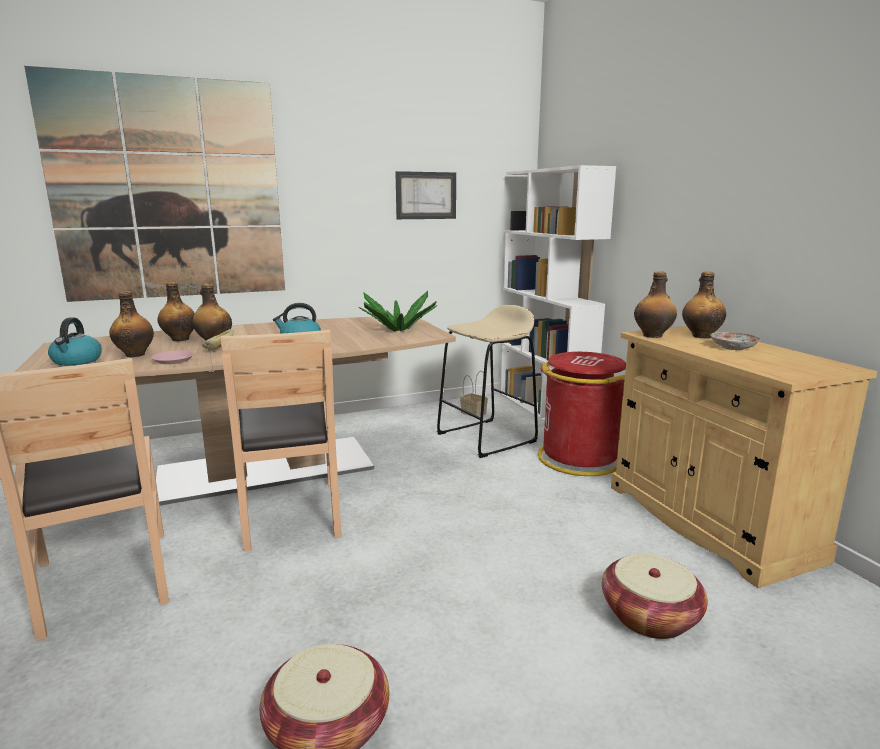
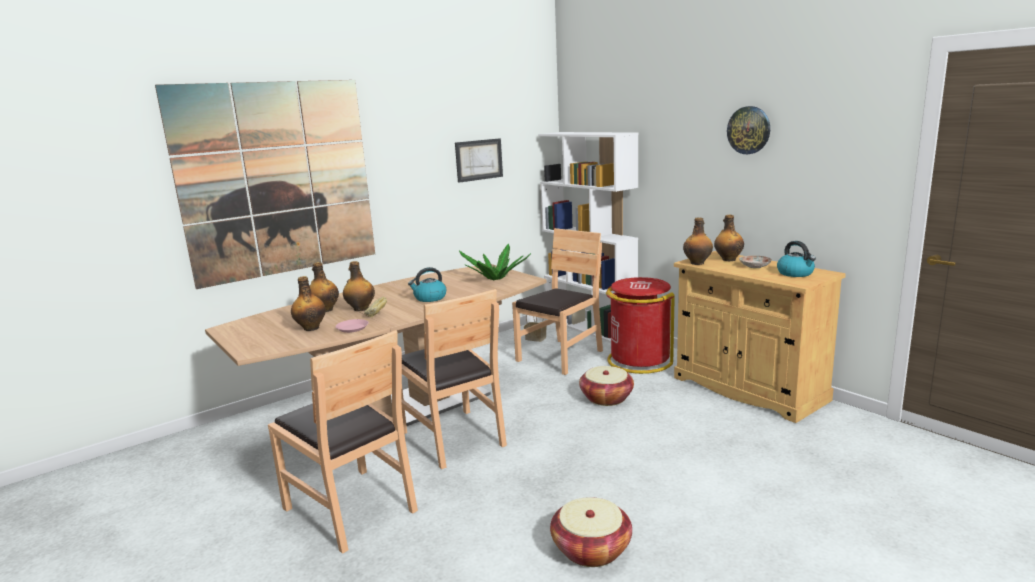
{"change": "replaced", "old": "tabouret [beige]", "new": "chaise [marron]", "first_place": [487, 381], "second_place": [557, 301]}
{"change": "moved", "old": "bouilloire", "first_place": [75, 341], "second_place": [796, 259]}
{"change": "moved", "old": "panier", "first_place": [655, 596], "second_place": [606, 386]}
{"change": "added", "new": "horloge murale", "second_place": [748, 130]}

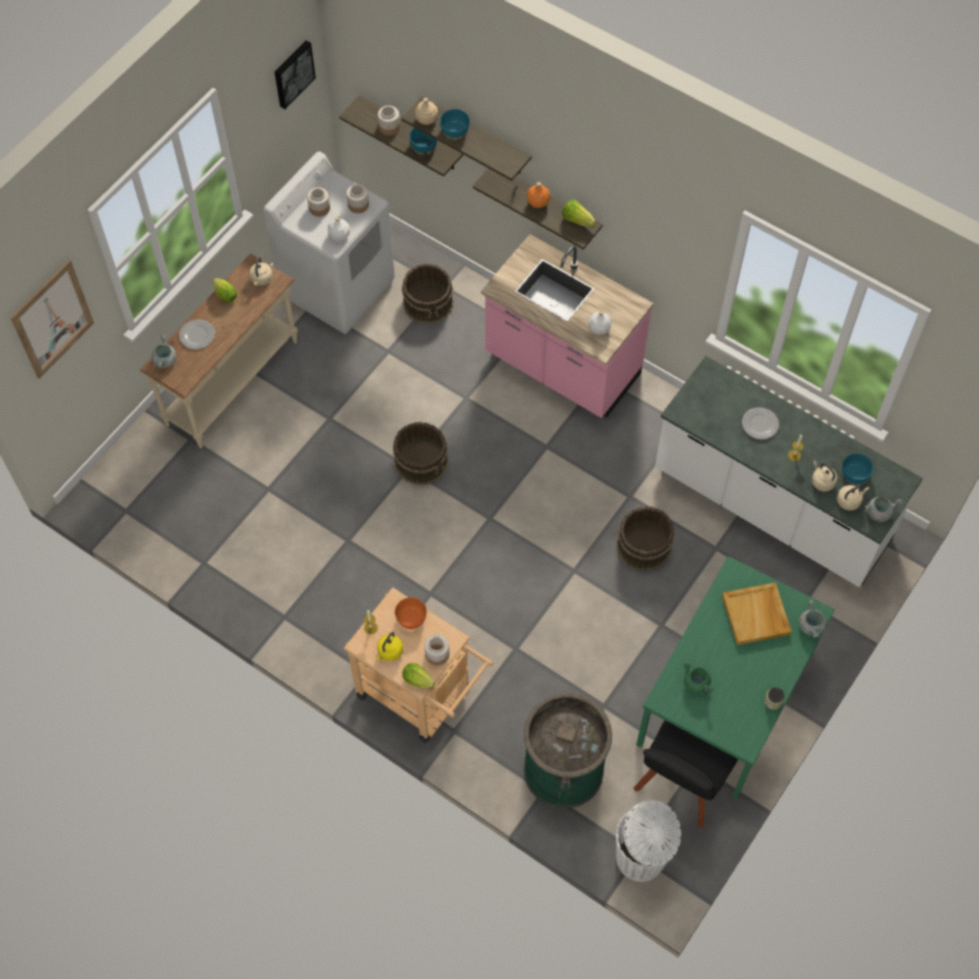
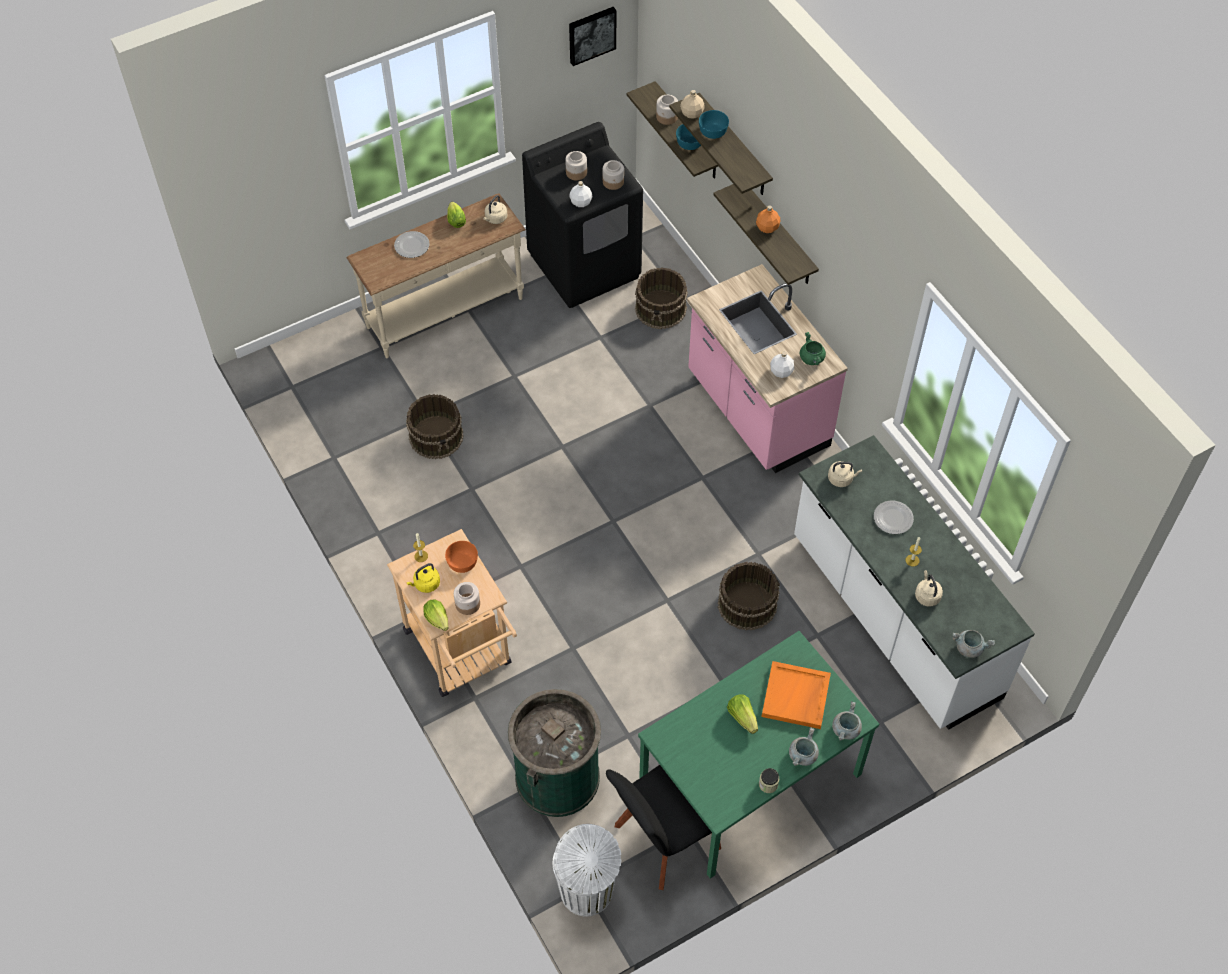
{"change": "recoloured", "old": "lave-linge [blanc]", "new": "lave-linge [noir]", "first_place": [329, 242], "second_place": [582, 215]}
{"change": "moved", "old": "laitue", "first_place": [579, 213], "second_place": [742, 714]}
{"change": "removed", "old": "tableau", "first_place": [52, 319]}
{"change": "moved", "old": "marmite [gris]", "first_place": [164, 352], "second_place": [804, 746]}
{"change": "moved", "old": "seau [marron]", "first_place": [420, 453], "second_place": [435, 426]}
{"change": "removed", "old": "bol [turquoise]", "first_place": [857, 468]}
{"change": "moved", "old": "bouilloire [beige]", "first_place": [853, 497], "second_place": [845, 474]}
{"change": "recoloured", "old": "plateau [beige]", "new": "plateau [orange]", "first_place": [757, 613], "second_place": [796, 695]}
{"change": "moved", "old": "marmite [vert]", "first_place": [698, 677], "second_place": [813, 348]}

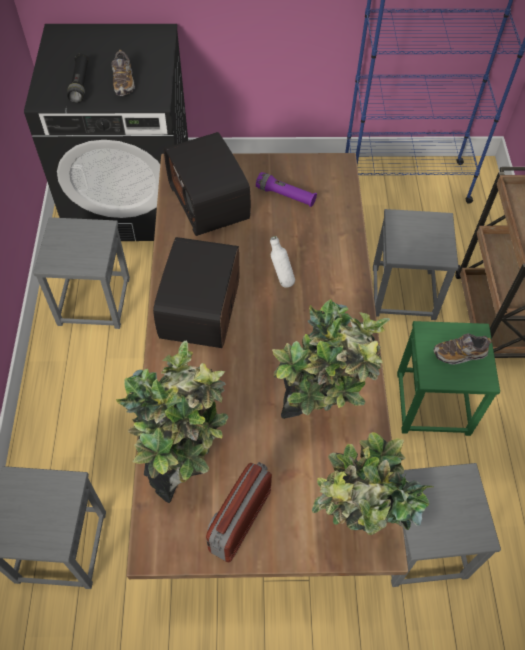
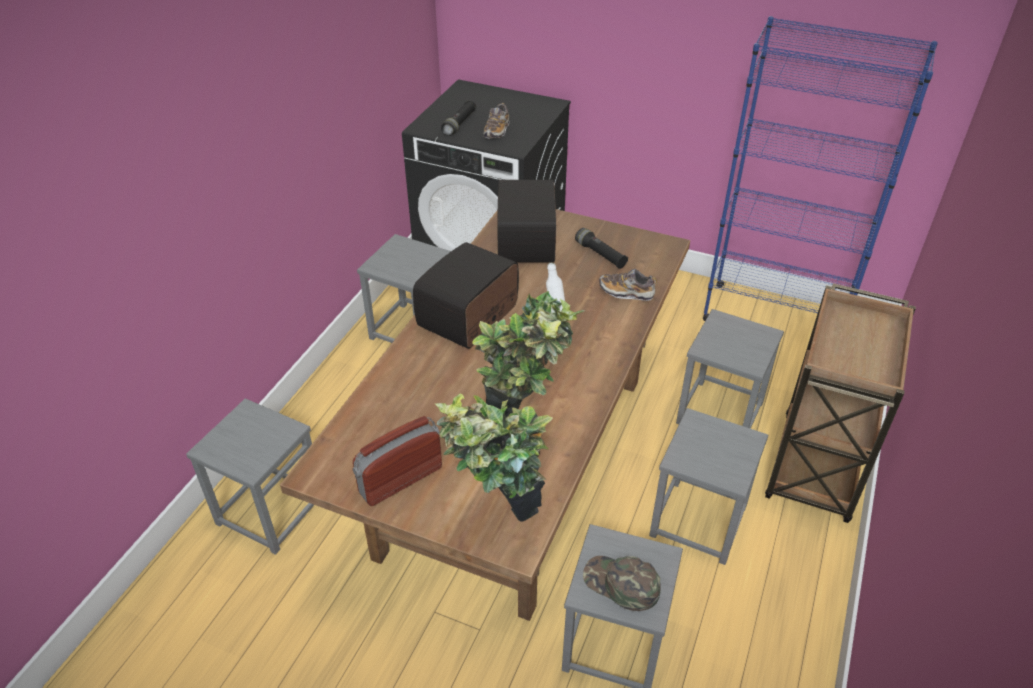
{"change": "recoloured", "old": "lampe de poche [violet]", "new": "lampe de poche [noir]", "first_place": [286, 189], "second_place": [601, 248]}
{"change": "recoloured", "old": "tabouret [vert]", "new": "tabouret [gris]", "first_place": [448, 378], "second_place": [708, 486]}
{"change": "moved", "old": "chaussure", "first_place": [463, 349], "second_place": [628, 284]}
{"change": "removed", "old": "plante en pot", "first_place": [172, 421]}
{"change": "added", "new": "casquette [vert]", "second_place": [622, 583]}

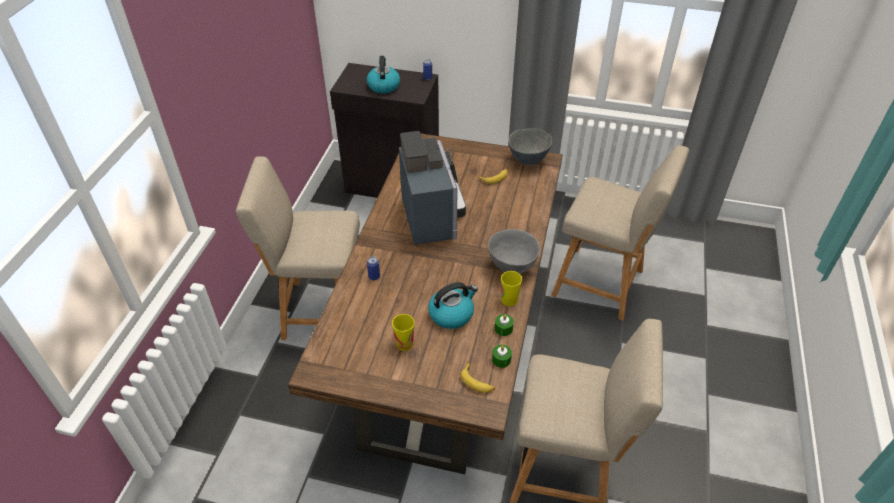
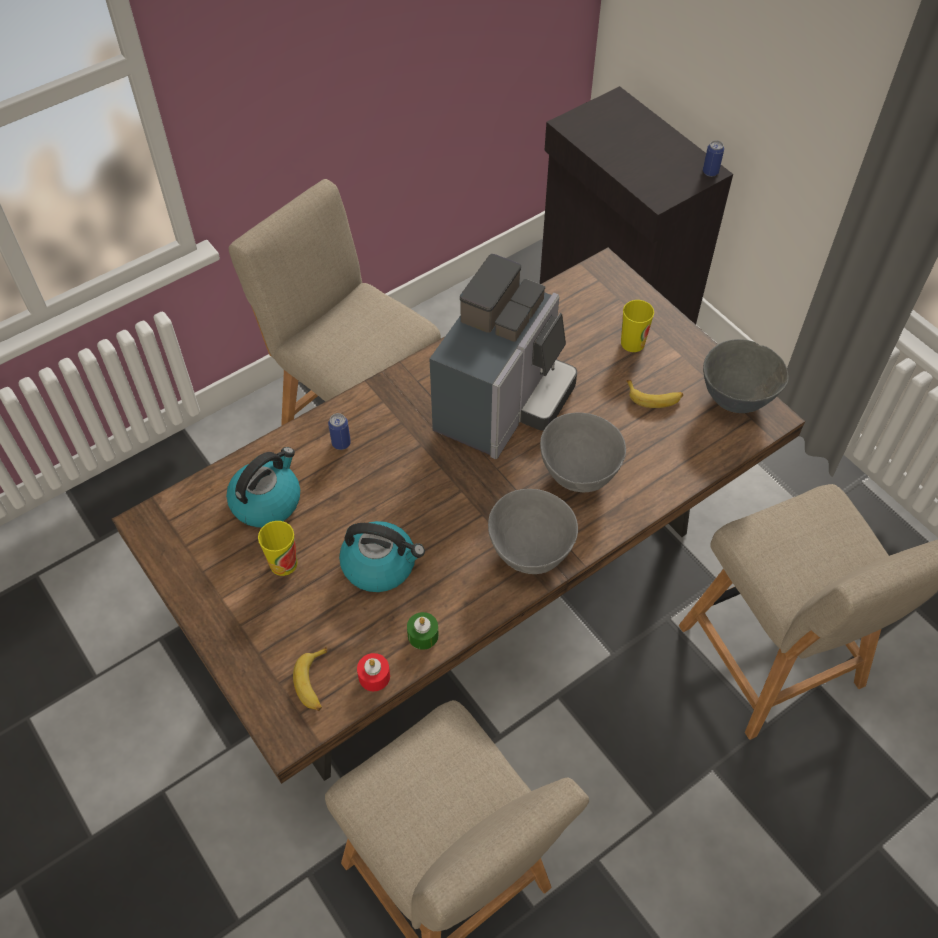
{"change": "moved", "old": "bouilloire", "first_place": [383, 74], "second_place": [263, 487]}
{"change": "moved", "old": "tasse", "first_place": [511, 288], "second_place": [637, 326]}
{"change": "recoloured", "old": "bougie [vert]", "new": "bougie [rouge]", "first_place": [502, 356], "second_place": [373, 672]}
{"change": "added", "new": "bol [gris]", "second_place": [583, 452]}

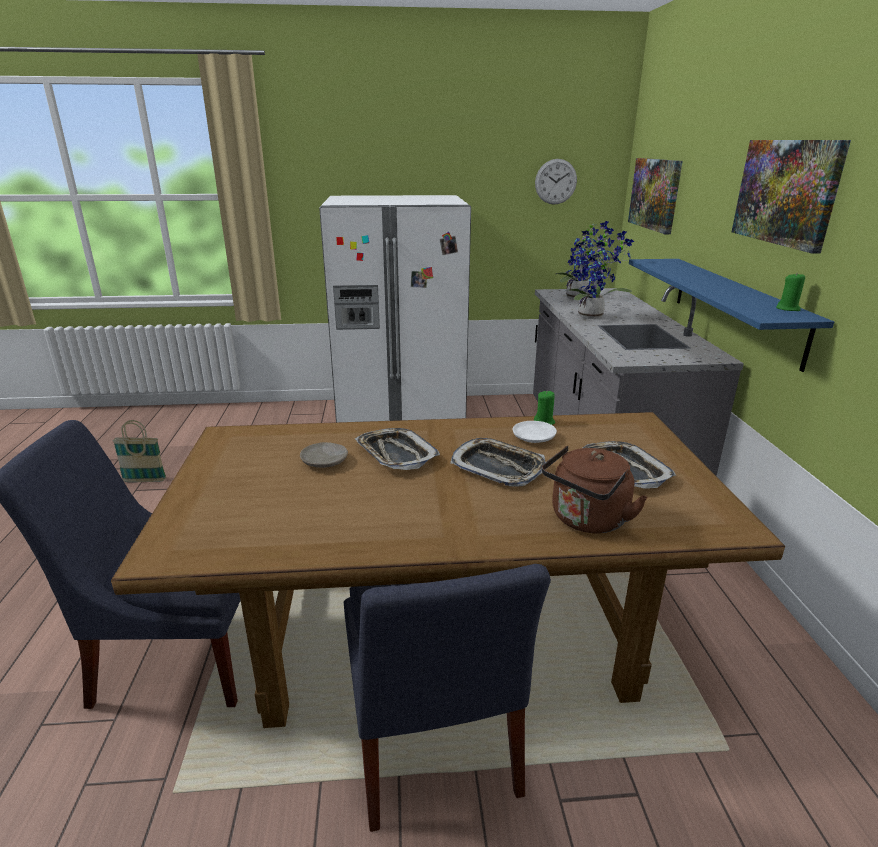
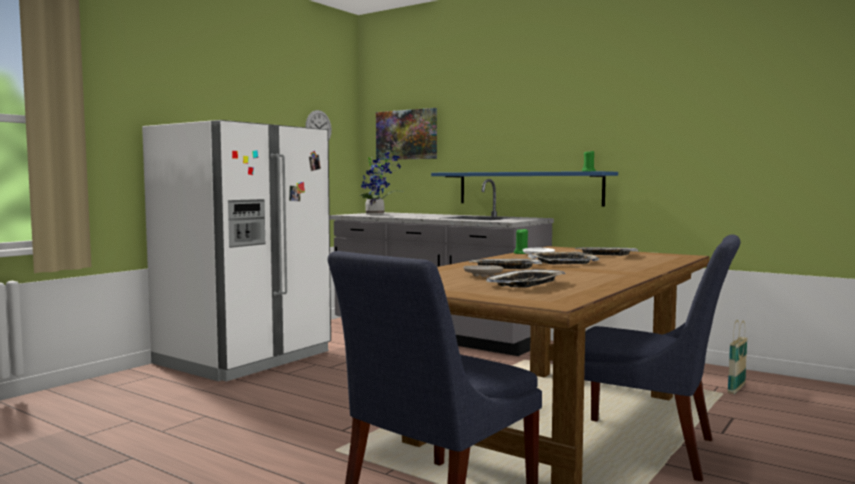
{"change": "removed", "old": "tableau", "first_place": [791, 197]}
{"change": "removed", "old": "plante en pot", "first_place": [600, 275]}
{"change": "moved", "old": "panier", "first_place": [139, 451], "second_place": [738, 357]}
{"change": "removed", "old": "bouilloire [marron]", "first_place": [595, 489]}
{"change": "added", "new": "plateau", "second_place": [526, 279]}

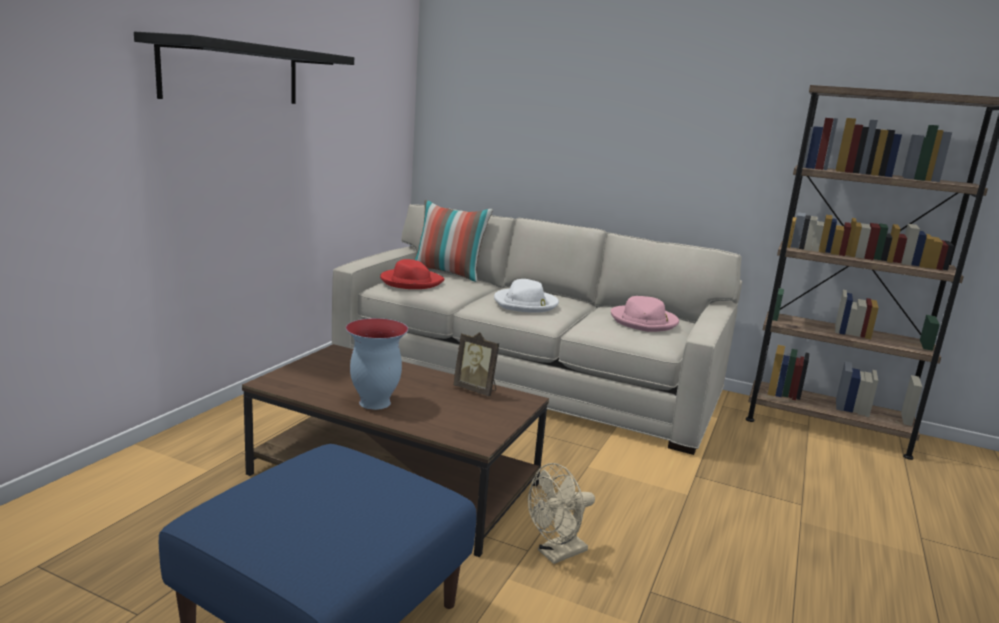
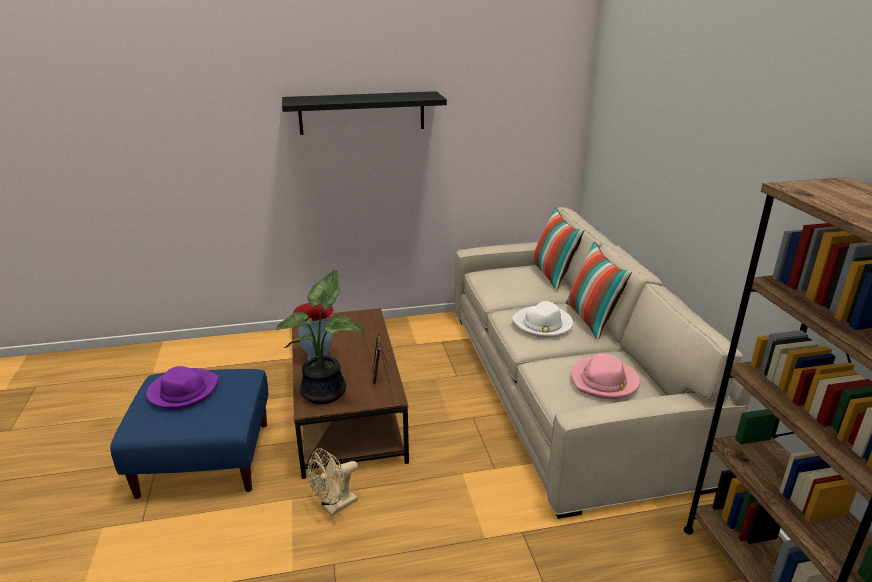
{"change": "removed", "old": "chapeau [rouge]", "first_place": [412, 274]}
{"change": "turned", "old": "ventilateur [beige]", "first_place": [561, 513], "second_place": [332, 482], "degrees": -60}
{"change": "added", "new": "coussin", "second_place": [599, 291]}
{"change": "added", "new": "plante en pot", "second_place": [319, 337]}
{"change": "added", "new": "chapeau [violet]", "second_place": [182, 388]}

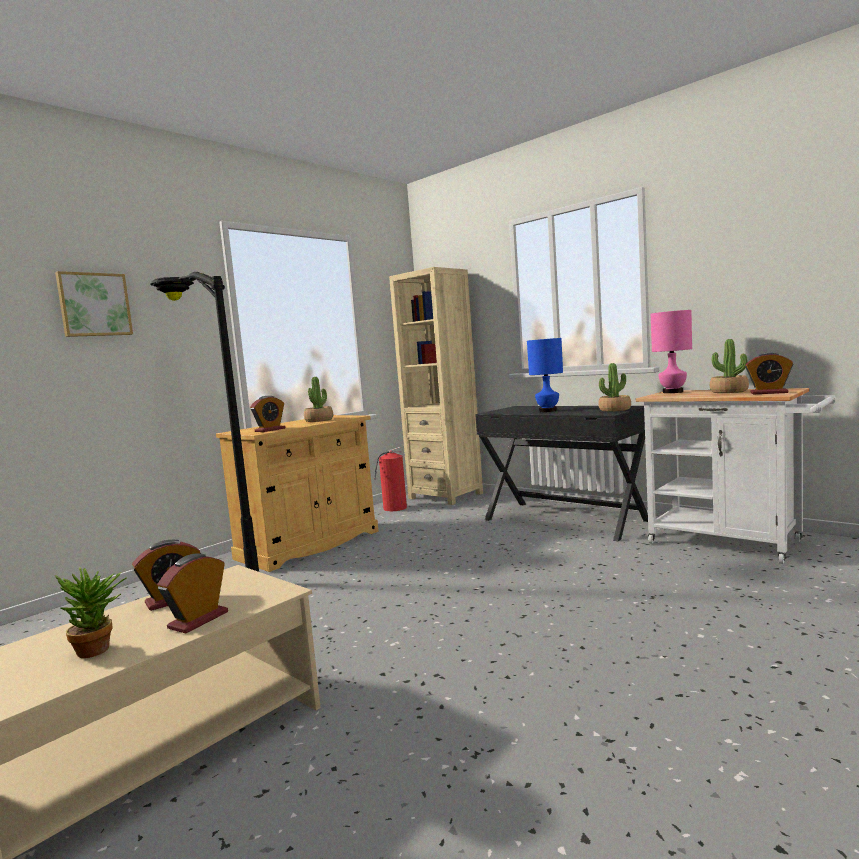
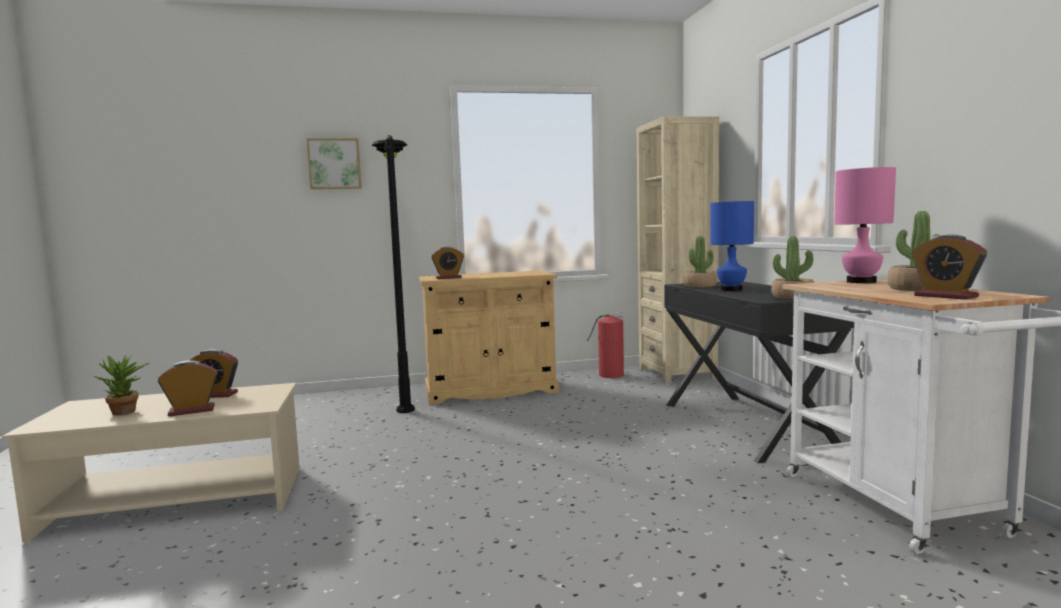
{"change": "moved", "old": "plante en pot", "first_place": [318, 399], "second_place": [700, 262]}

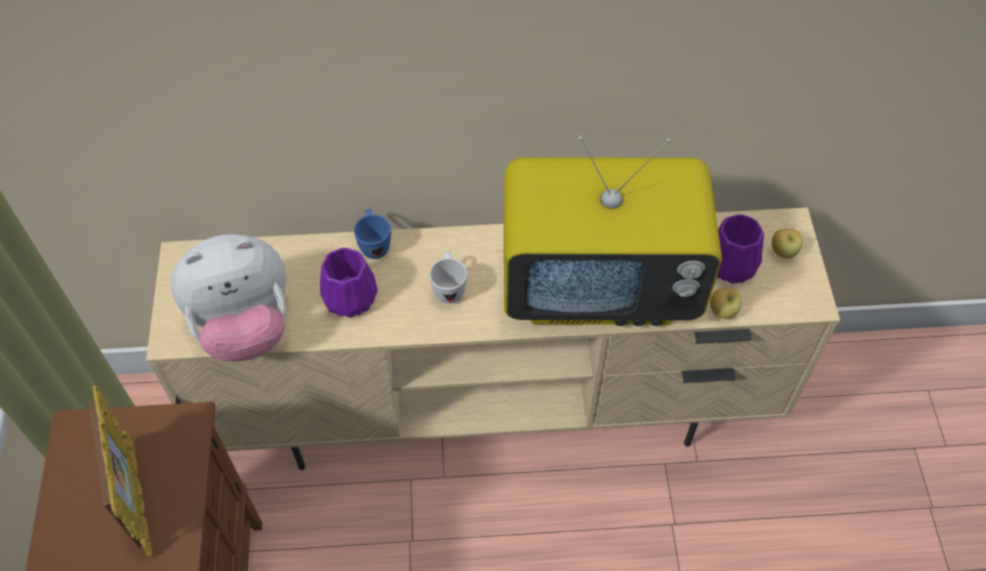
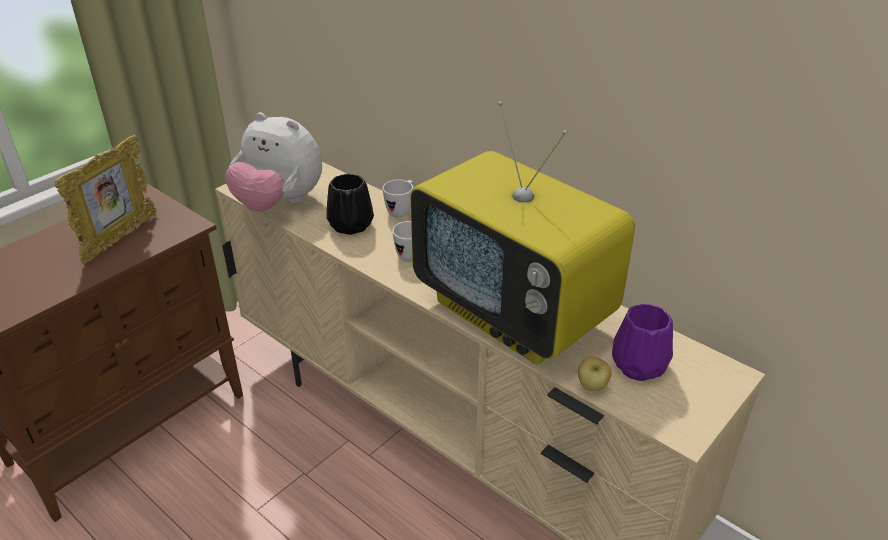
{"change": "recoloured", "old": "mug [bleu]", "new": "mug [blanc]", "first_place": [372, 234], "second_place": [399, 198]}
{"change": "removed", "old": "pomme", "first_place": [787, 243]}
{"change": "recoloured", "old": "vase [violet]", "new": "vase [noir]", "first_place": [349, 283], "second_place": [350, 204]}

